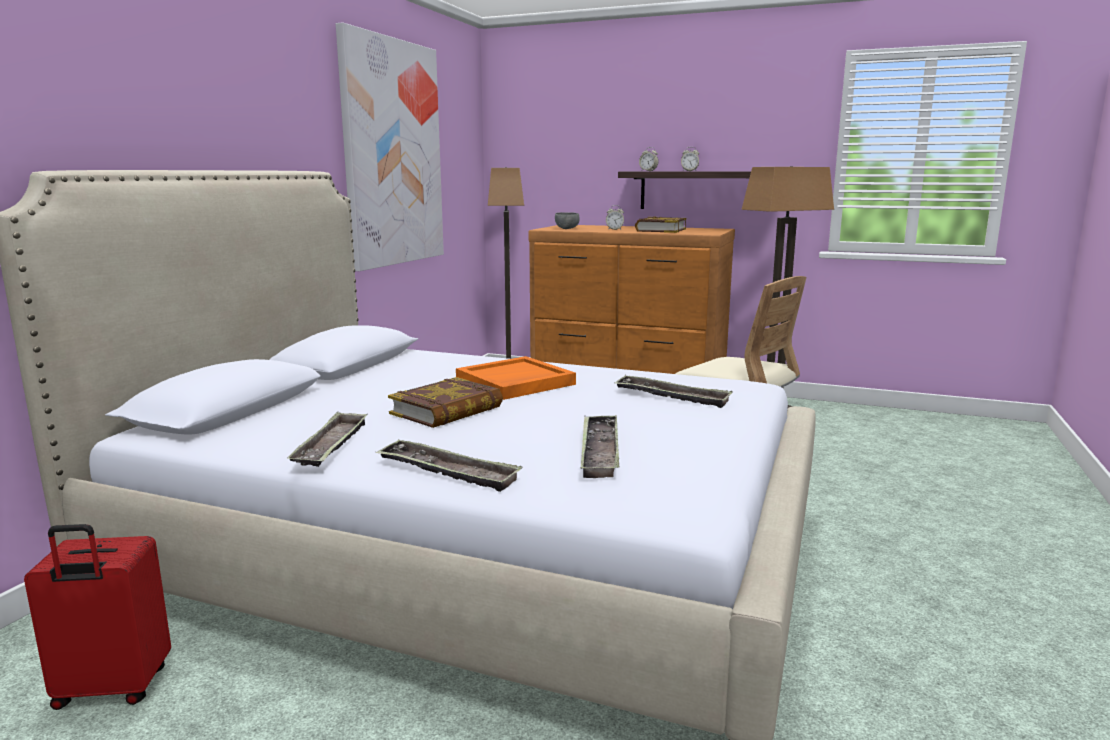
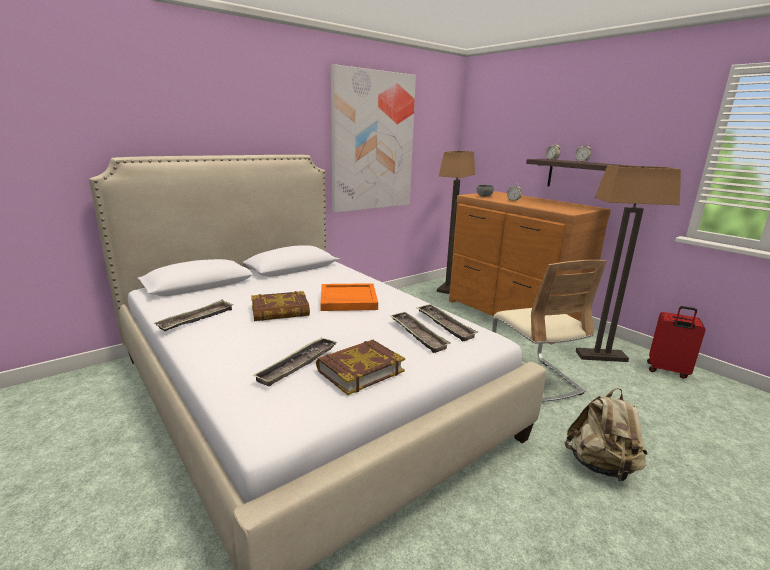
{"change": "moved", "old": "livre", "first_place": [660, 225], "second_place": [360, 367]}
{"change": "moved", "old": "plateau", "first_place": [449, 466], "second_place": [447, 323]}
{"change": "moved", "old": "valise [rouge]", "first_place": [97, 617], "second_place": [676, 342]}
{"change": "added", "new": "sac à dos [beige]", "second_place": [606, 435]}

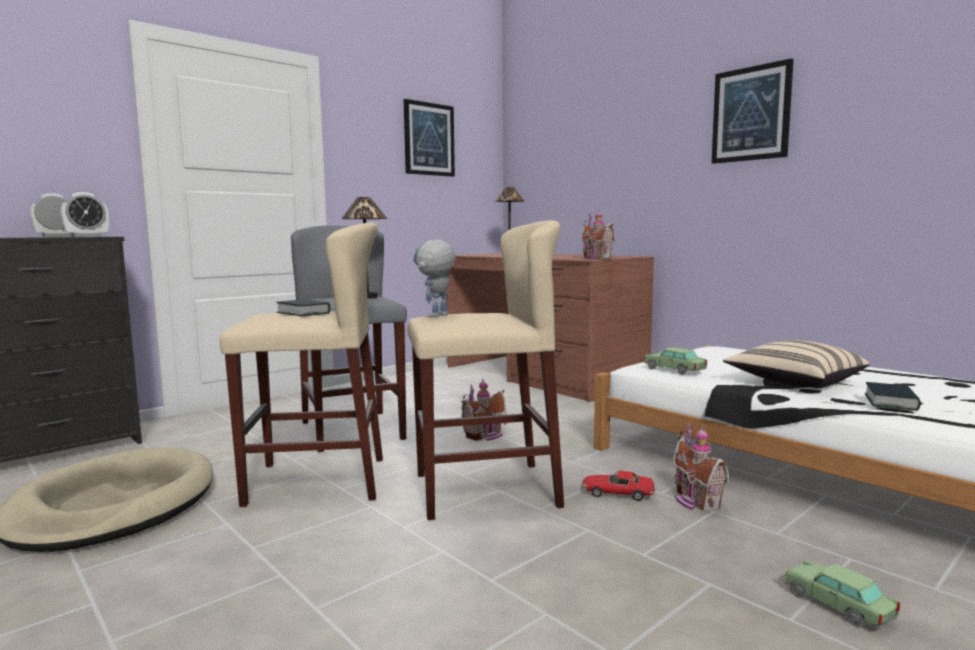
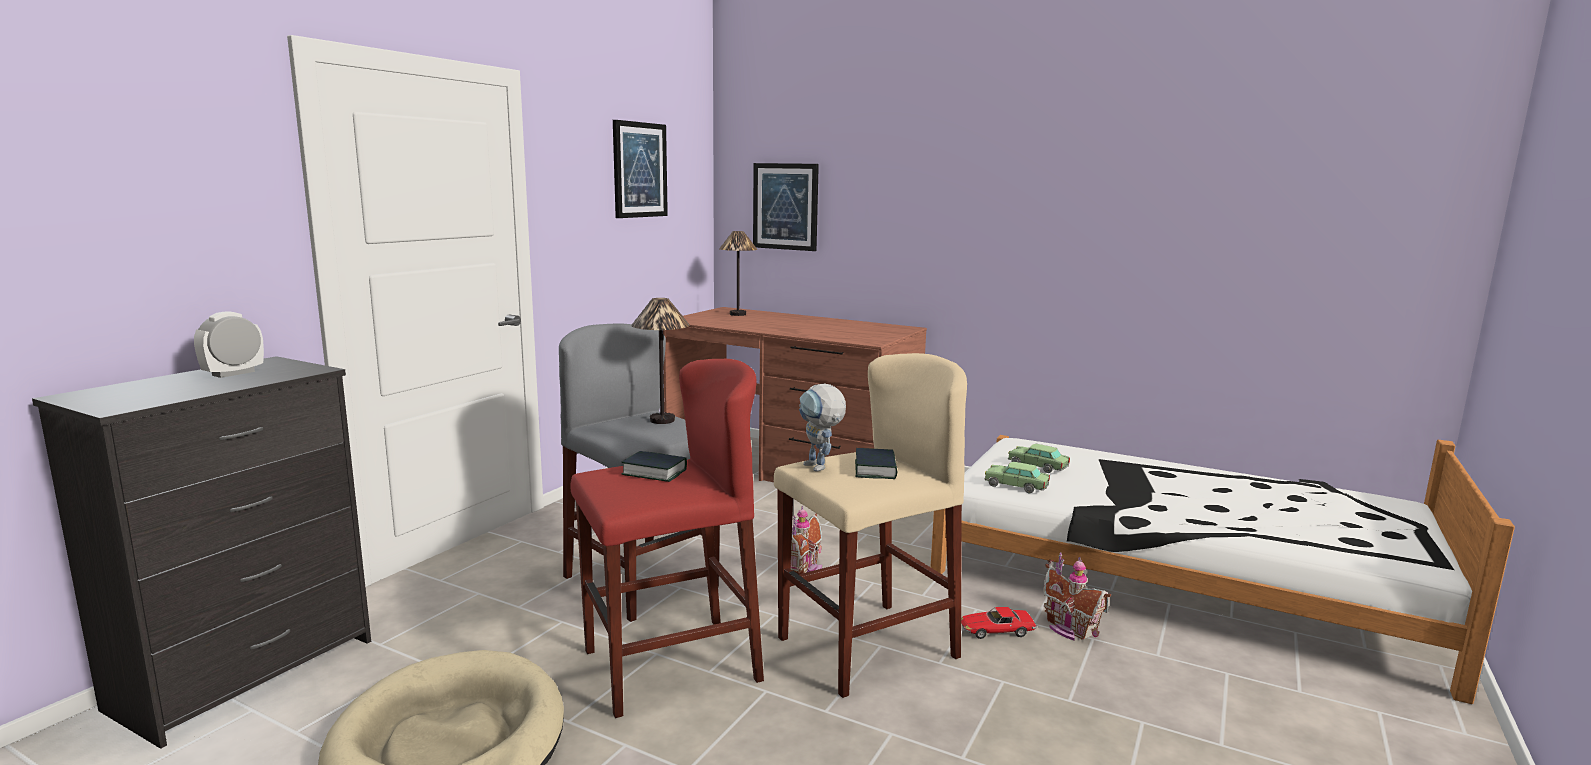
{"change": "moved", "old": "tableau", "first_place": [753, 111], "second_place": [786, 207]}
{"change": "removed", "old": "réveil", "first_place": [85, 214]}
{"change": "removed", "old": "maison miniature", "first_place": [598, 234]}
{"change": "recoloured", "old": "tabouret [beige]", "new": "tabouret [rouge]", "first_place": [301, 364], "second_place": [667, 538]}
{"change": "turned", "old": "robot jouet", "first_place": [434, 278], "second_place": [822, 427], "degrees": -45}
{"change": "removed", "old": "coussin [beige]", "first_place": [796, 364]}
{"change": "moved", "old": "livre", "first_place": [893, 396], "second_place": [876, 463]}
{"change": "moved", "old": "petite voiture", "first_place": [842, 594], "second_place": [1039, 458]}

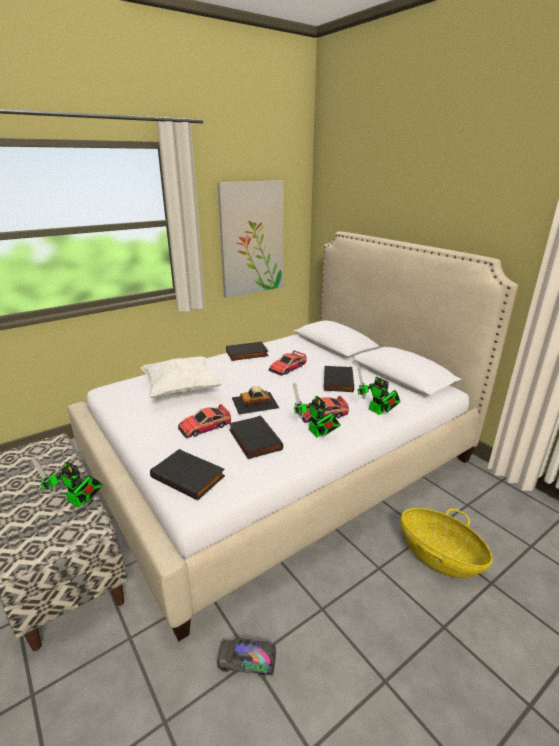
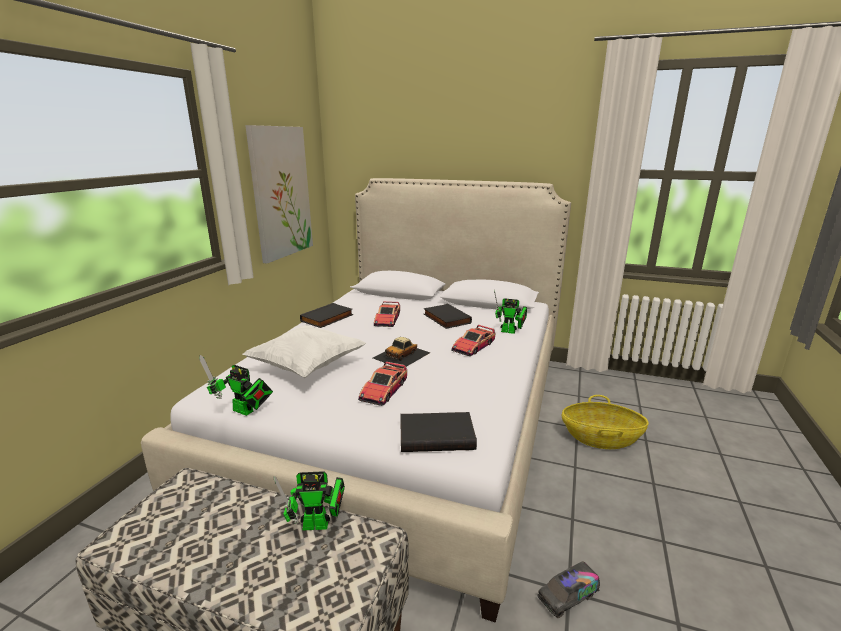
{"change": "moved", "old": "robot jouet", "first_place": [316, 410], "second_place": [236, 385]}
{"change": "removed", "old": "livre [noir]", "first_place": [256, 437]}

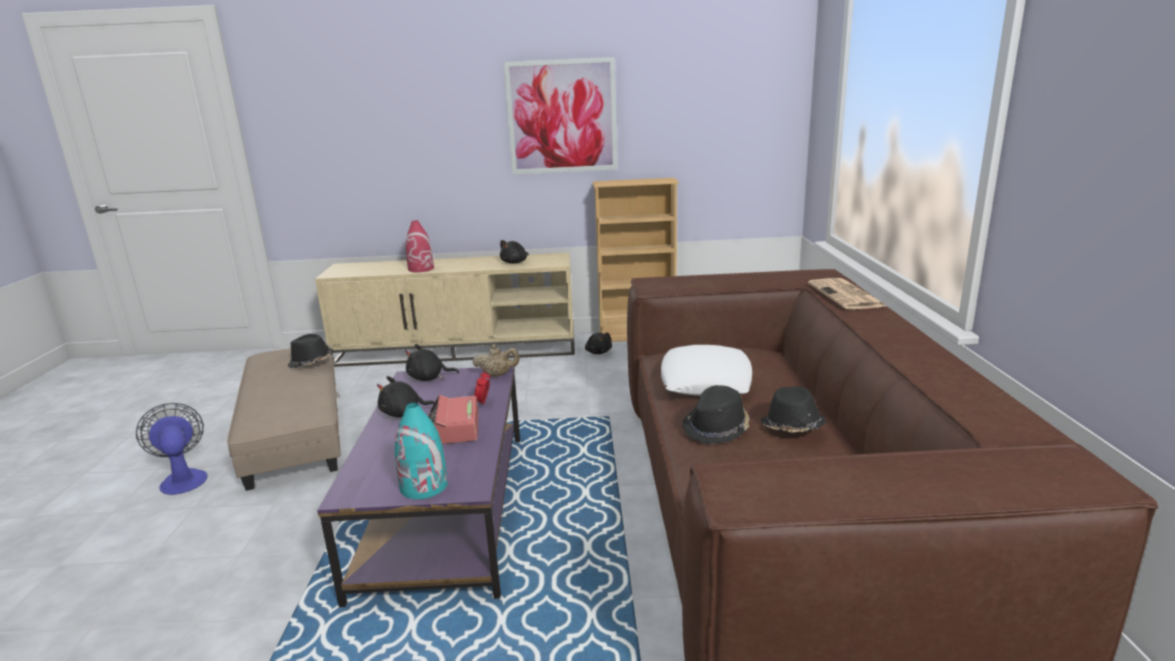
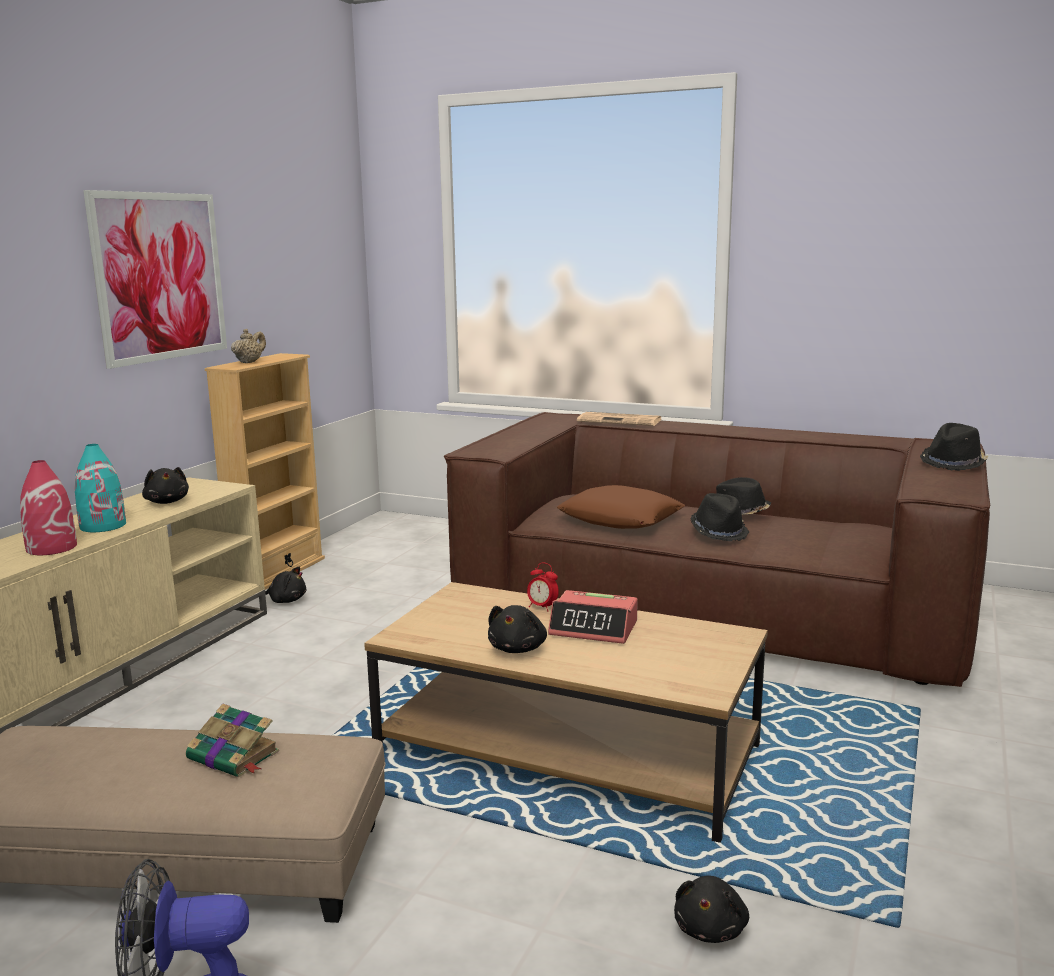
{"change": "moved", "old": "chapeau [noir]", "first_place": [310, 351], "second_place": [954, 447]}
{"change": "moved", "old": "peluche [noir]", "first_place": [432, 362], "second_place": [711, 909]}
{"change": "moved", "old": "théière [beige]", "first_place": [496, 360], "second_place": [248, 346]}
{"change": "recoloured", "old": "coussin [blanc]", "new": "coussin [marron]", "first_place": [706, 370], "second_place": [621, 507]}
{"change": "recoloured", "old": "table basse [violet]", "new": "table basse [marron]", "first_place": [418, 487], "second_place": [566, 712]}
{"change": "moved", "old": "vase [turquoise]", "first_place": [421, 451], "second_place": [100, 488]}
{"change": "added", "new": "livre", "second_place": [232, 740]}

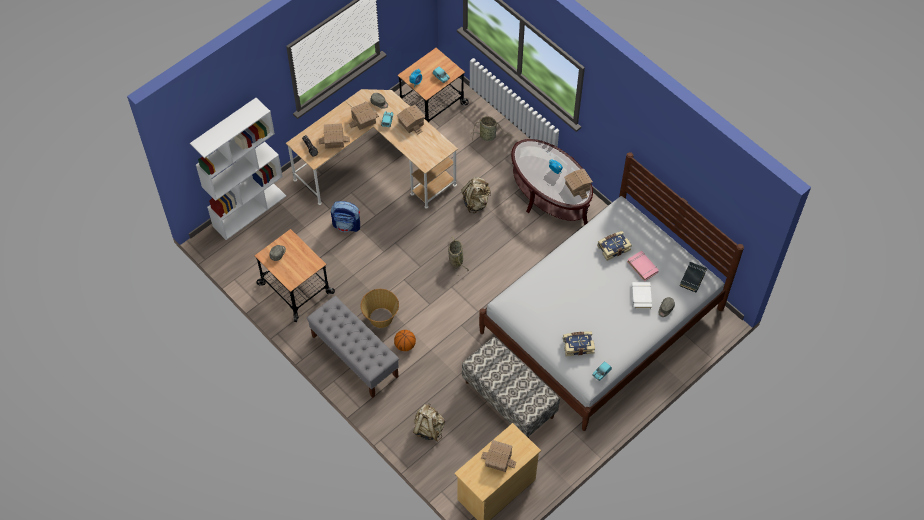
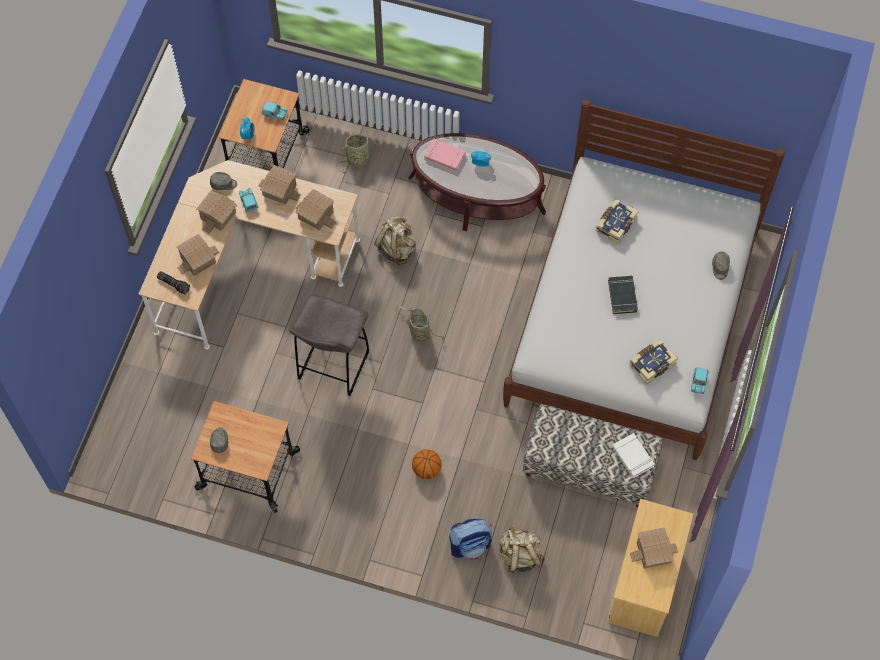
{"change": "removed", "old": "bibliothèque [blanc]", "first_place": [238, 169]}
{"change": "moved", "old": "maison miniature", "first_place": [578, 184], "second_place": [315, 209]}
{"change": "moved", "old": "sac à dos", "first_place": [345, 216], "second_place": [470, 539]}
{"change": "moved", "old": "livre [rose]", "first_place": [643, 266], "second_place": [444, 155]}
{"change": "moved", "old": "livre [noir]", "first_place": [693, 277], "second_place": [623, 295]}
{"change": "moved", "old": "livre [blanc]", "first_place": [642, 295], "second_place": [633, 455]}
{"change": "removed", "old": "panier", "first_place": [380, 308]}
{"change": "removed", "old": "banc [gris]", "first_place": [353, 347]}
{"change": "added", "new": "tabouret [gris]", "second_place": [329, 345]}

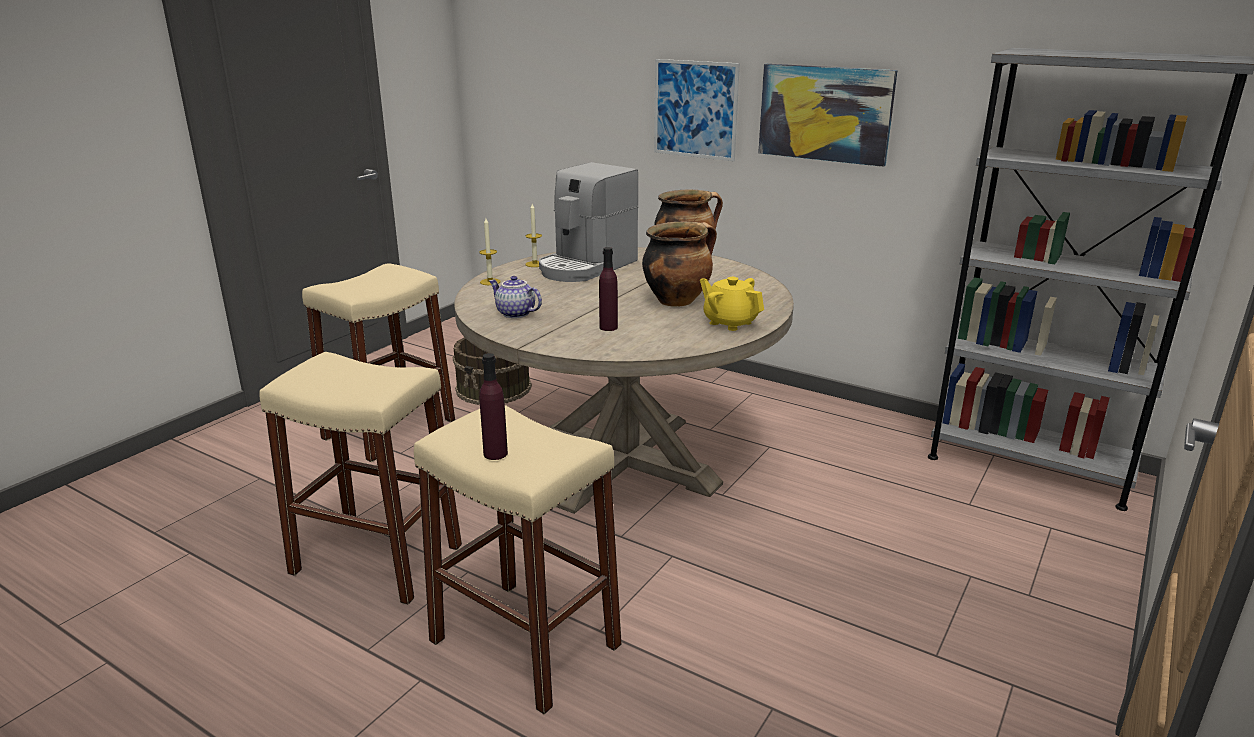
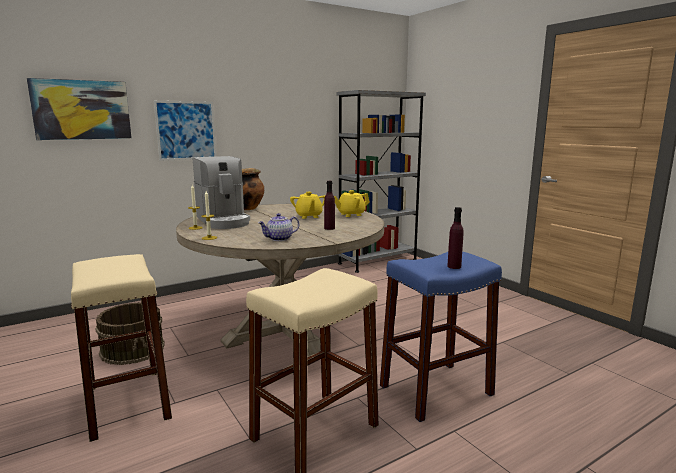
{"change": "moved", "old": "tableau", "first_place": [827, 115], "second_place": [79, 109]}
{"change": "replaced", "old": "marmite", "new": "théière [jaune]", "first_place": [679, 264], "second_place": [308, 205]}
{"change": "recoloured", "old": "tabouret [beige]", "new": "tabouret [bleu]", "first_place": [518, 559], "second_place": [441, 336]}

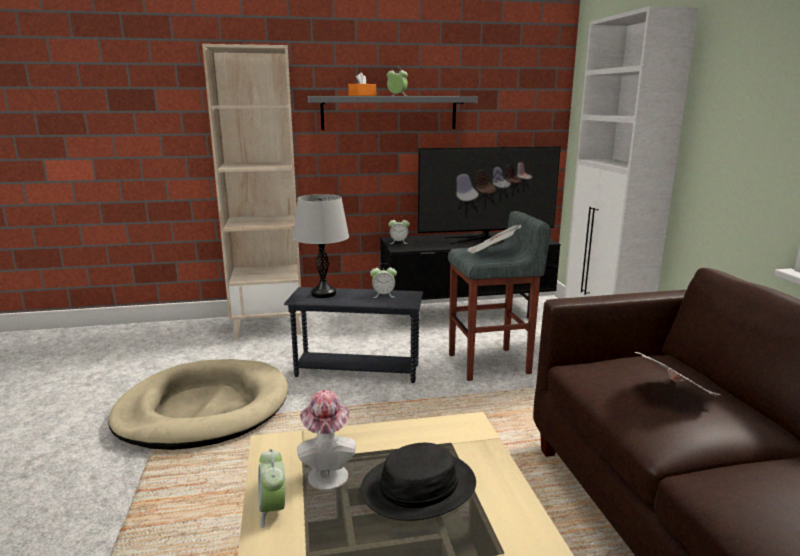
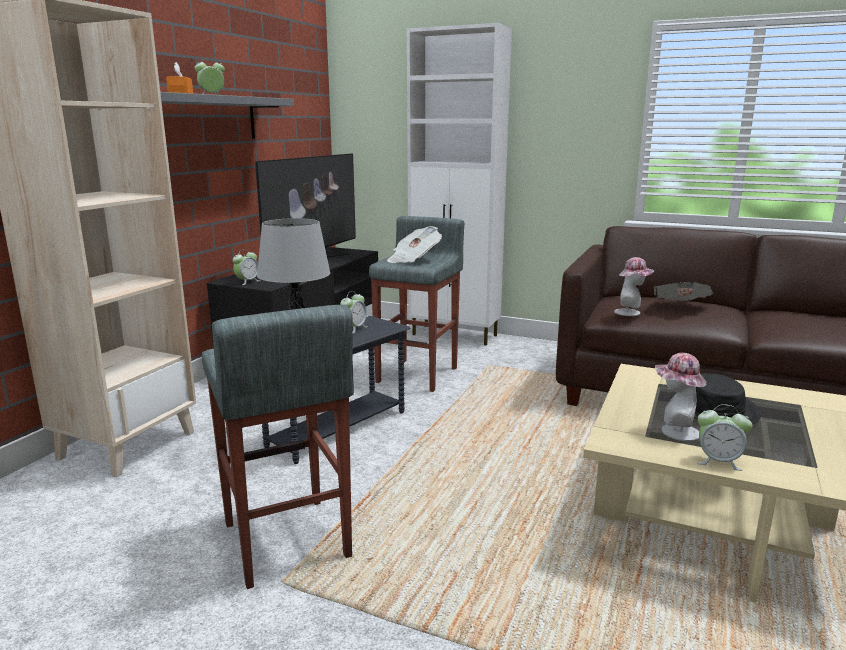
{"change": "replaced", "old": "panier pour chien [beige]", "new": "tabouret [gris]", "first_place": [198, 404], "second_place": [278, 447]}
{"change": "added", "new": "chapeau", "second_place": [634, 286]}

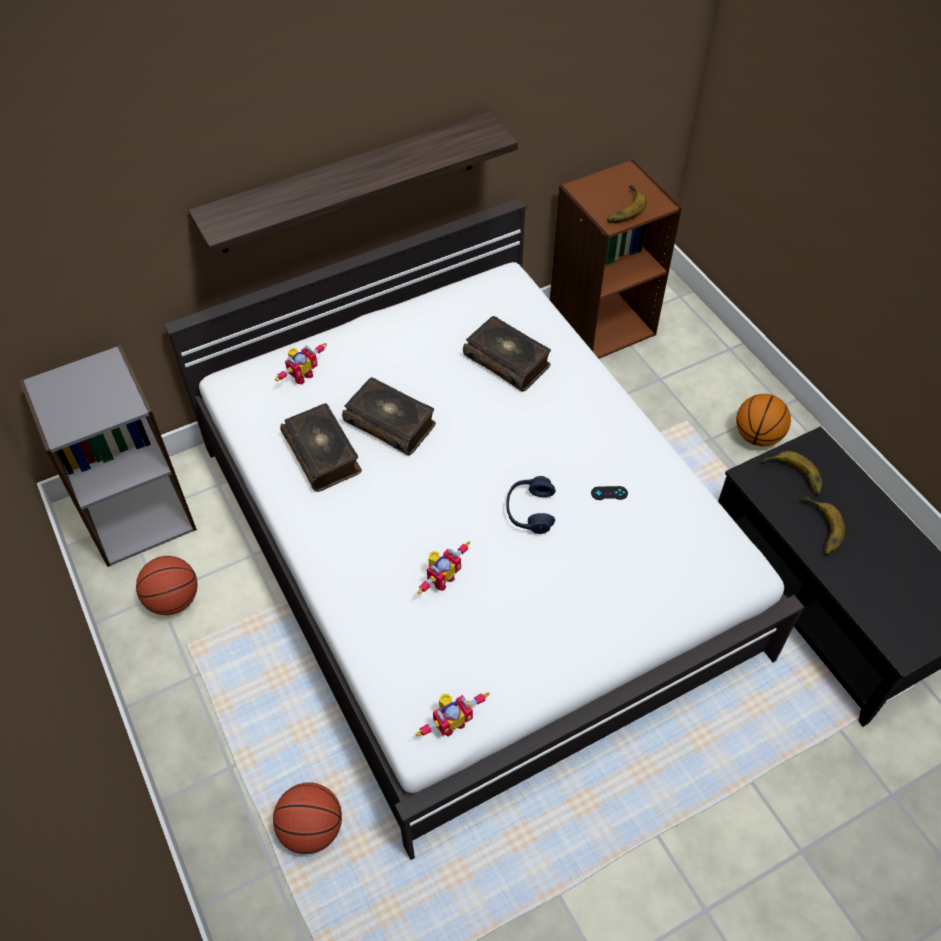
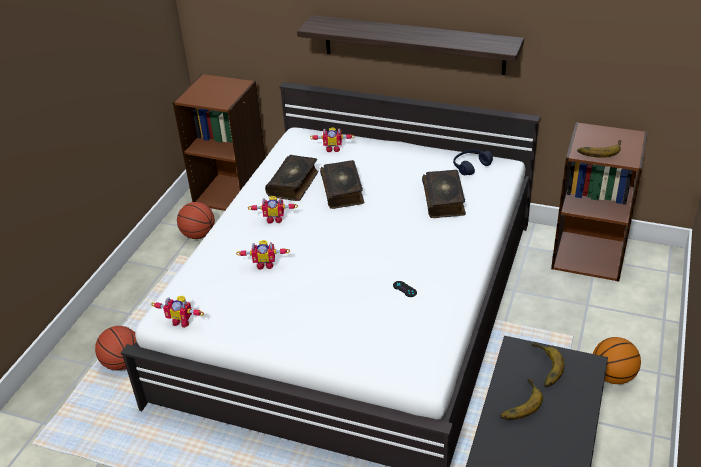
{"change": "recoloured", "old": "bibliothèque [gris]", "new": "bibliothèque [marron]", "first_place": [108, 456], "second_place": [219, 142]}
{"change": "moved", "old": "casque audio [bleu]", "first_place": [531, 505], "second_place": [473, 162]}
{"change": "added", "new": "robot jouet", "second_place": [273, 210]}

